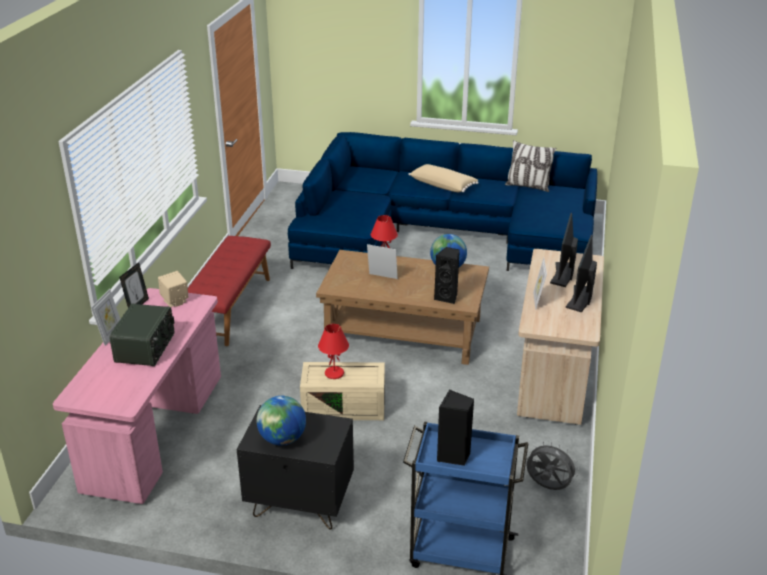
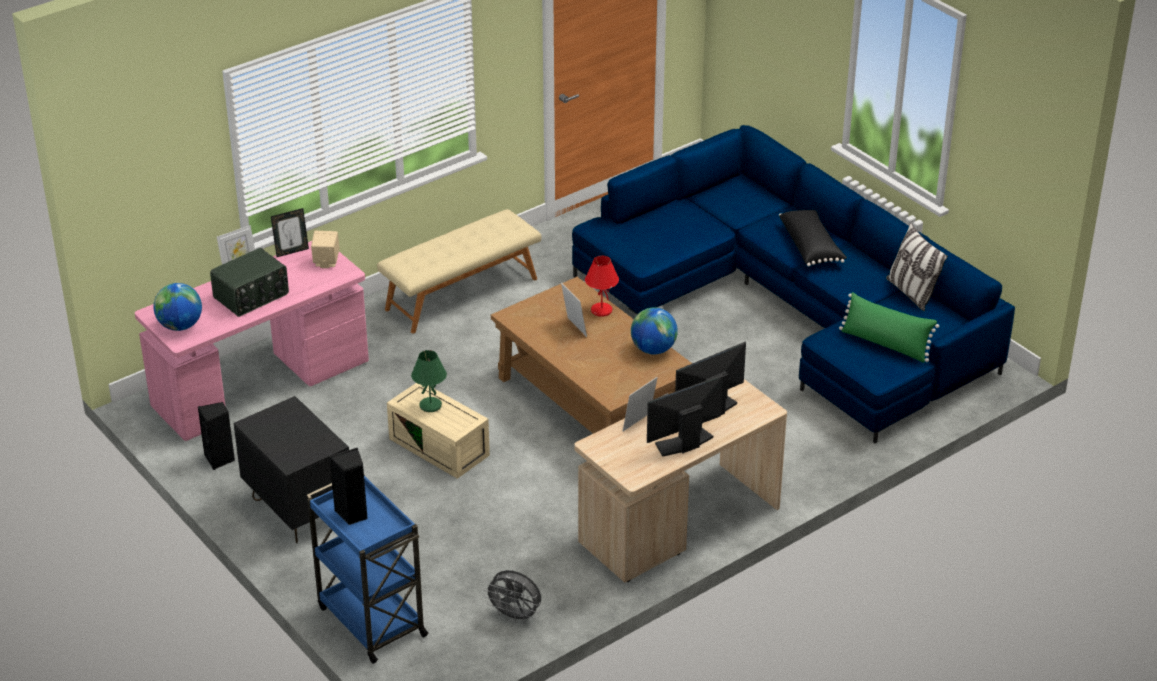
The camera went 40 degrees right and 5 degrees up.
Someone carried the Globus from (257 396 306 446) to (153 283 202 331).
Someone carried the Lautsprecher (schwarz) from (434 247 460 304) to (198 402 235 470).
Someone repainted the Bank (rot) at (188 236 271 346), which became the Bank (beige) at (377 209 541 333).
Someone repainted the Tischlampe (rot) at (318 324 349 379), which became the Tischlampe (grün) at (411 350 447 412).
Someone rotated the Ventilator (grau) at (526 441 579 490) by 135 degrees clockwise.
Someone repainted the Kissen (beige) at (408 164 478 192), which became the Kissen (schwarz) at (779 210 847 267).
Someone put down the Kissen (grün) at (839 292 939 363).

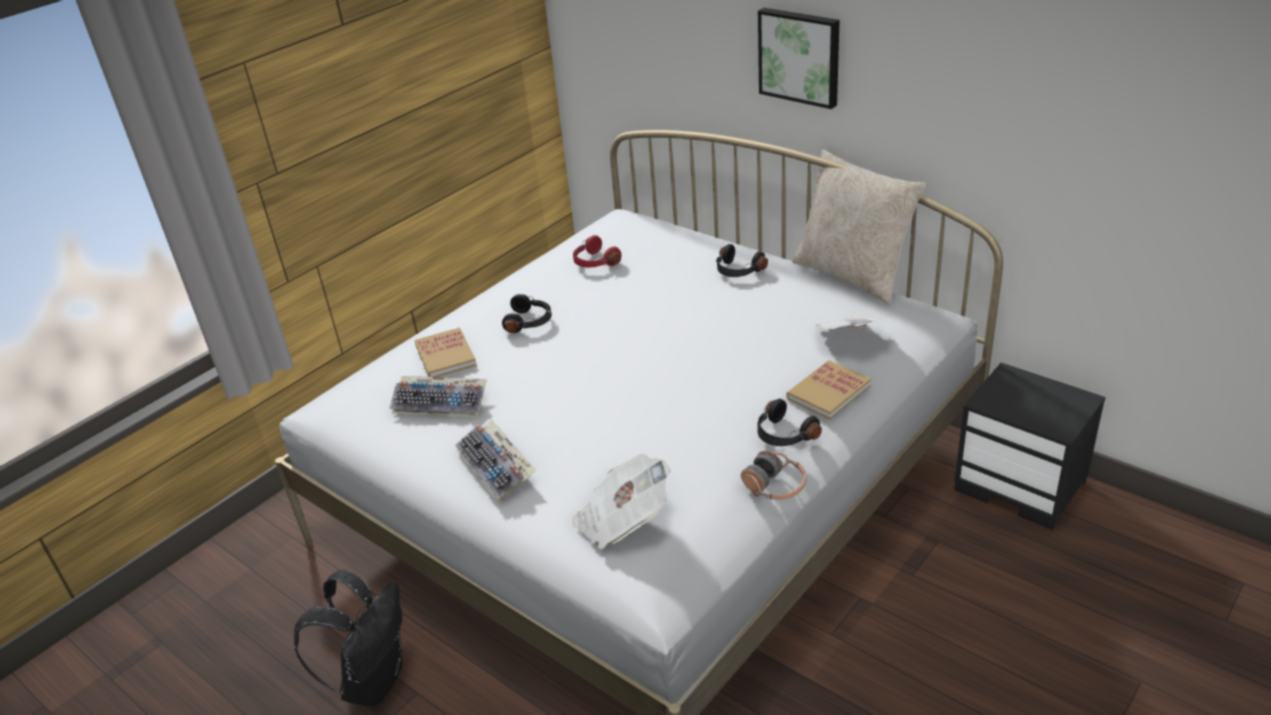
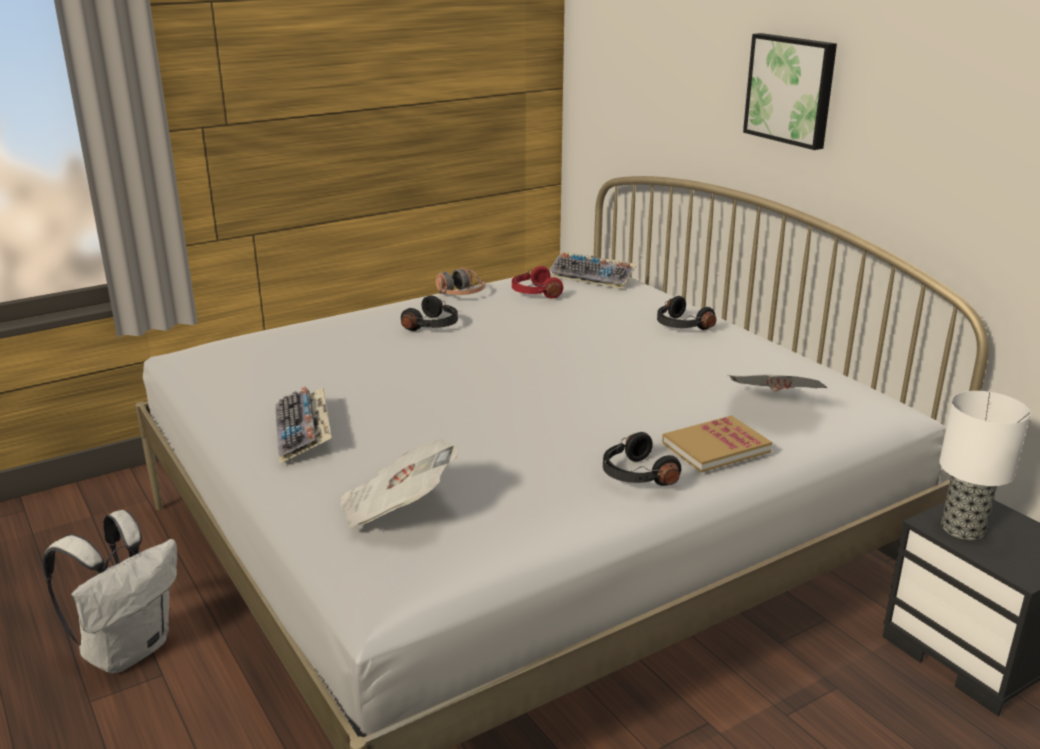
The camera went 15 degrees right and 10 degrees down.
Someone repainted the Rucksack (schwarz) at (294 570 403 706), which became the Rucksack (weiß) at (43 510 177 673).
Someone carried the Kopfhörer from (741 451 807 500) to (435 268 484 295).
Someone carried the Tastatur from (389 376 487 417) to (549 252 637 289).
Someone put down the Tischlampe at (939 391 1031 540).
Someone took away the Buch at (415 328 477 377).
Someone took away the Kissen (beige) at (792 150 926 305).

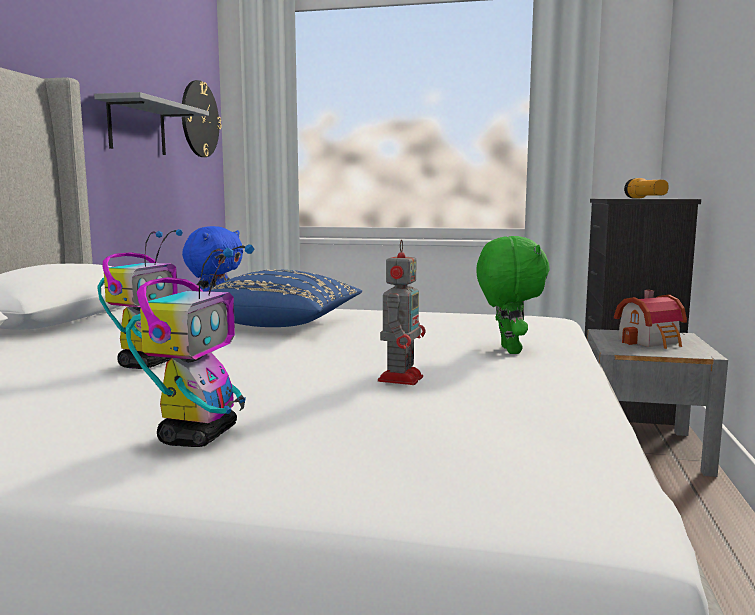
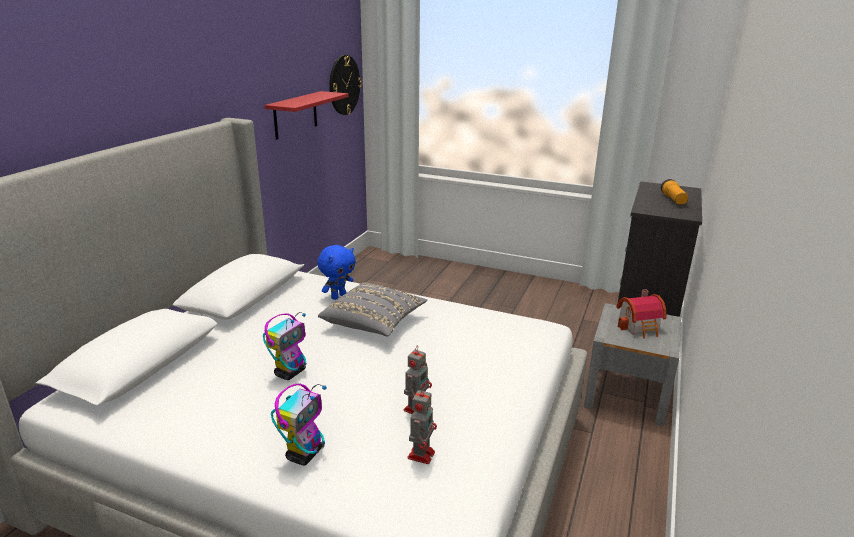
The camera went 10 degrees right and 15 degrees up.
Someone repainted the Wandregal (grau) at (94 92 209 155), which became the Wandregal (rot) at (264 91 349 140).
Someone repainted the Kissen (blau) at (206 269 362 327), which became the Kissen (grau) at (318 282 427 337).
Someone put down the Spielzeugroboter at (407 386 437 464).
Someone took away the Plüschtier (grün) at (476 236 550 354).

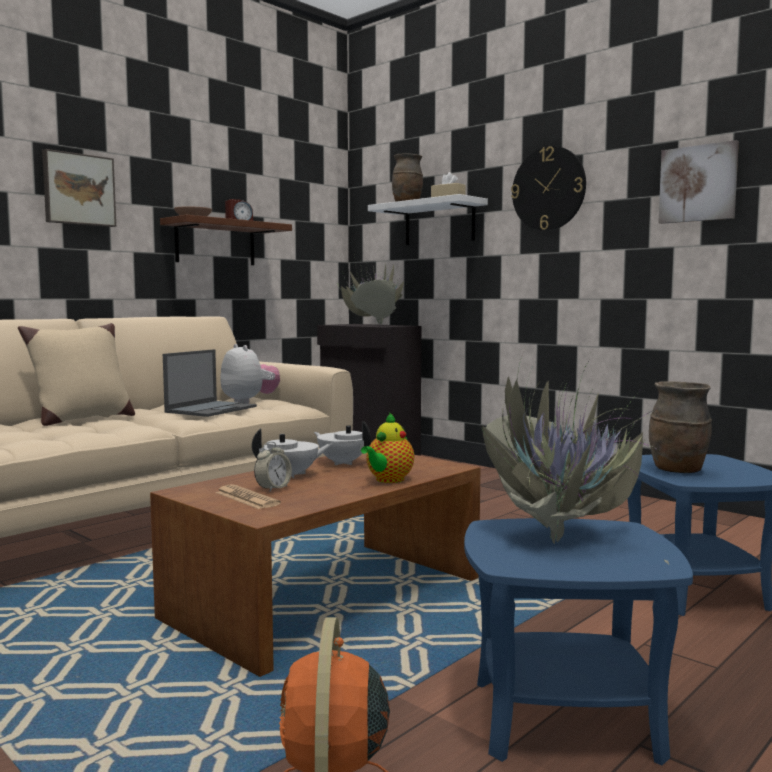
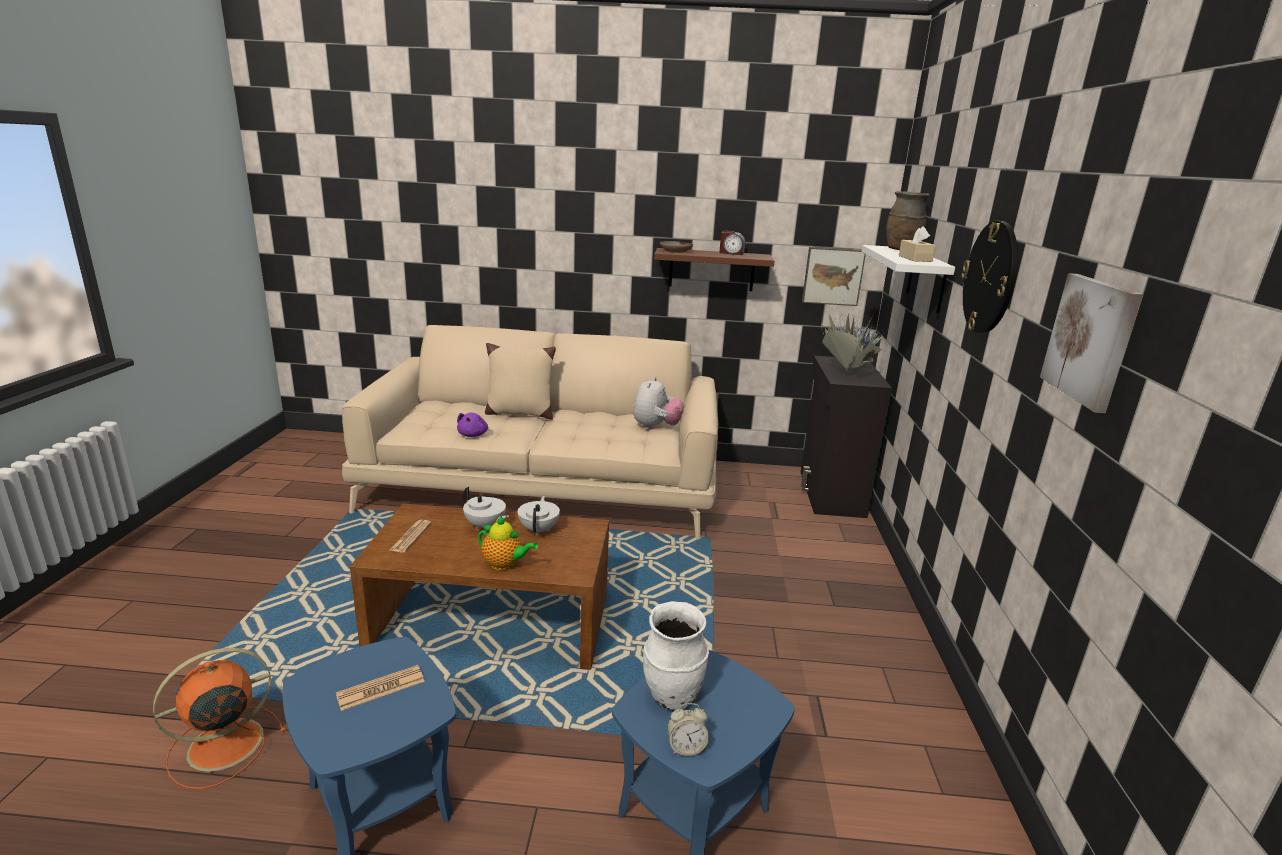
The camera went 50 degrees right and 15 degrees up.
Someone swapped the Topfpflanze at (482 354 669 565) for the Zeitung at (336 665 425 711).
Someone put down the Plüschtier (lila) at (457 413 488 437).
Someone rotated the Teekanne at (361 412 414 483) by 150 degrees counterclockwise.
Someone repainted the Vase (braun) at (649 381 712 473), which became the Vase (weiß) at (643 601 709 709).
Someone carried the Wecker from (254 442 292 492) to (667 703 709 756).
Someone carried the Bild from (42 149 116 227) to (802 247 866 306).
Someone took away the Laptop at (163 349 257 417).

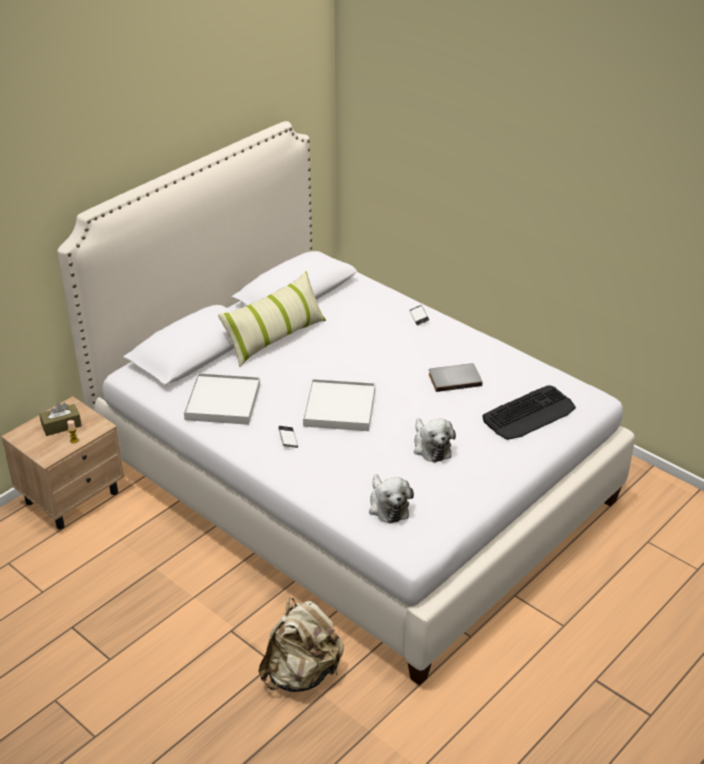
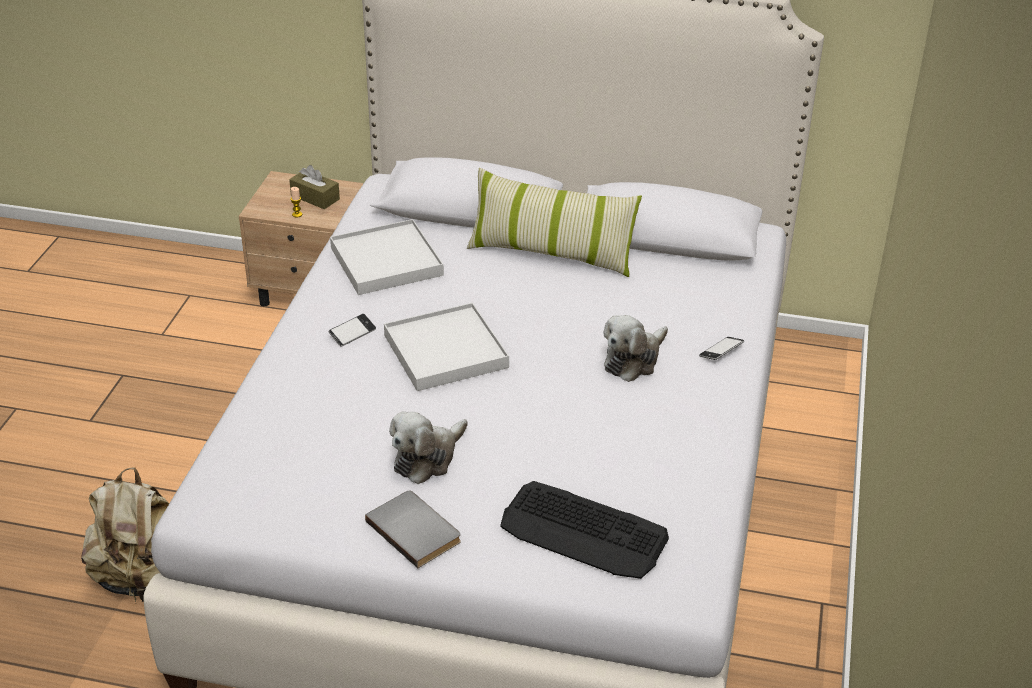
The camera went 60 degrees right and 0 degrees up.
Someone carried the Buch (grau) from (429 363 482 392) to (365 491 461 568).
Someone carried the Plüschtier from (369 474 414 524) to (603 315 668 382).

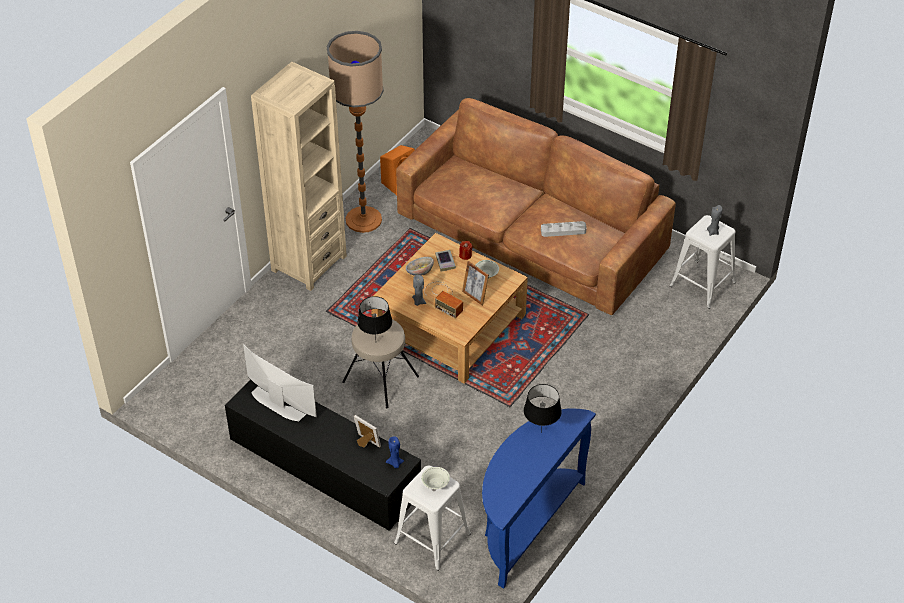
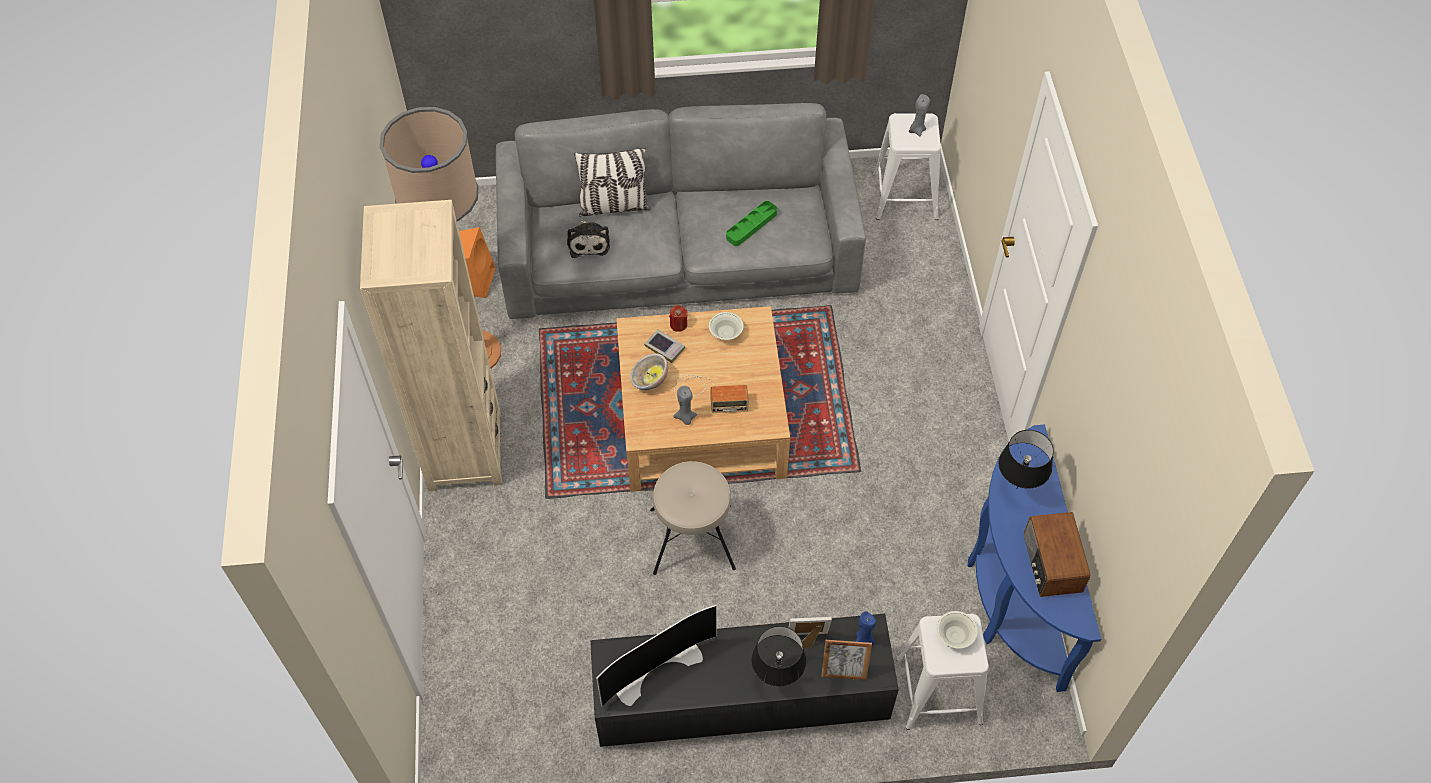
The camera went 40 degrees left and 10 degrees up.
Someone repainted the Sofa (braun) at (396 98 676 315), which became the Sofa (grau) at (496 103 866 319).
Someone put down the Plüschtier at (567 219 610 258).
Someone put down the Kissen at (574 147 651 217).
Someone rotated the Fernseher at (243 344 317 421) by 150 degrees clockwise.
Someone repainted the Tablett (grau) at (541 221 587 237), which became the Tablett (grün) at (726 201 777 246).
Someone carried the Tischlampe (schwarz) from (357 296 392 338) to (751 626 806 686).
Someone carried the Bilderrahmen from (462 261 489 306) to (821 640 872 680).
Someone put down the Radio at (1024 512 1090 597).

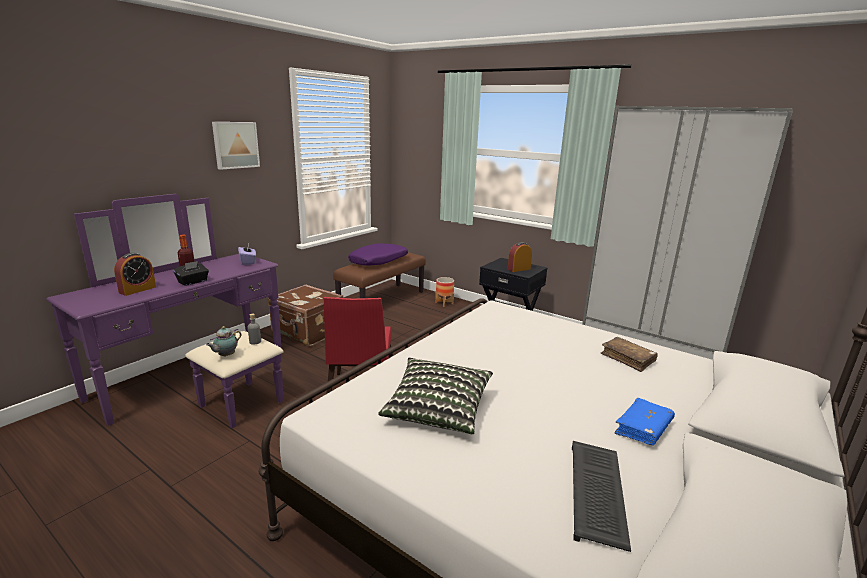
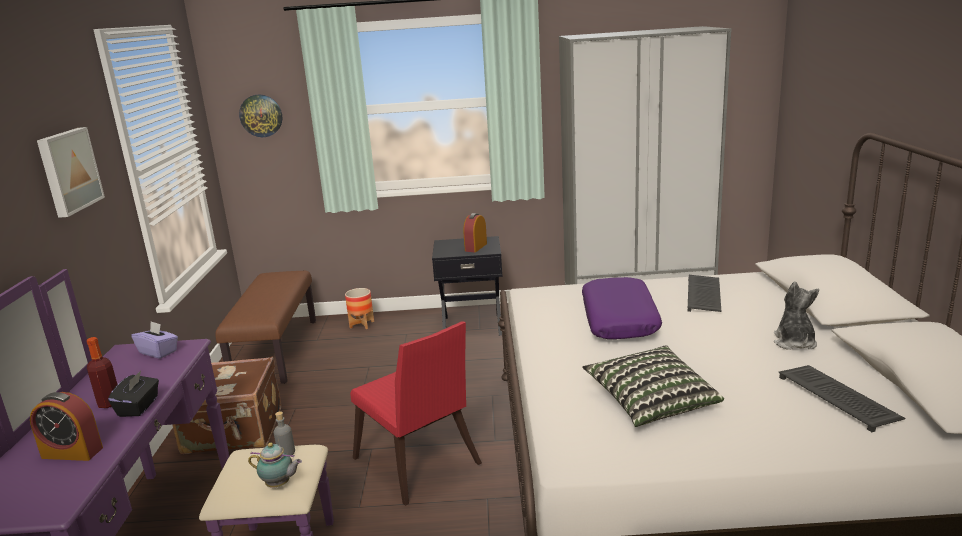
The camera went 35 degrees left and 0 degrees up.
Someone rotated the Wecker at (114 253 156 296) by 105 degrees clockwise.
Someone put up the Wanduhr at (239 95 282 137).
Someone rotated the Teekanne at (206 326 242 357) by 75 degrees counterclockwise.
Someone carried the Kissen (lila) from (348 244 408 266) to (582 277 662 339).
Someone swapped the Buch (braun) at (601 337 658 372) for the Tastatur at (688 275 721 312).
Someone swapped the Buch (blau) at (615 398 675 445) for the Plüschtier at (774 281 819 350).

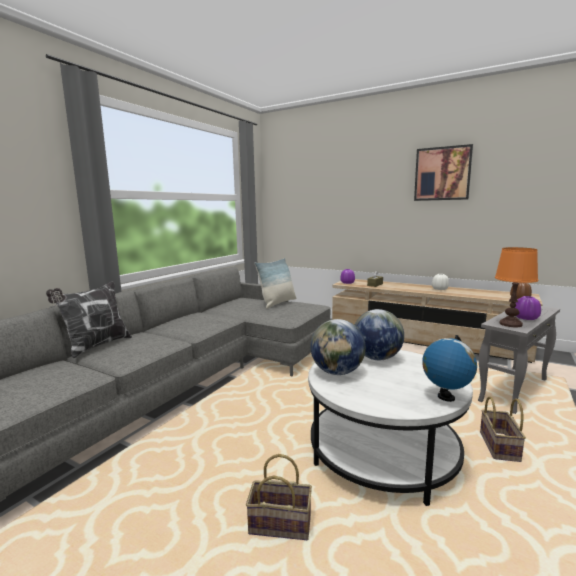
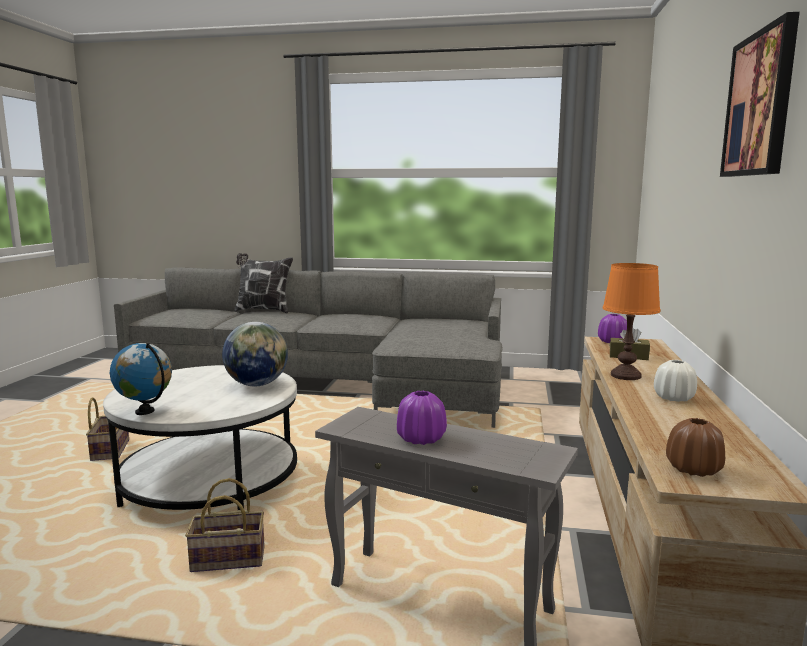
The camera went 70 degrees right and 0 degrees up.
Someone carried the Tischlampe (orange) from (495 247 538 327) to (603 263 661 380).
Someone took away the Kissen at (255 258 296 309).
Someone took away the Globus at (310 319 366 375).

